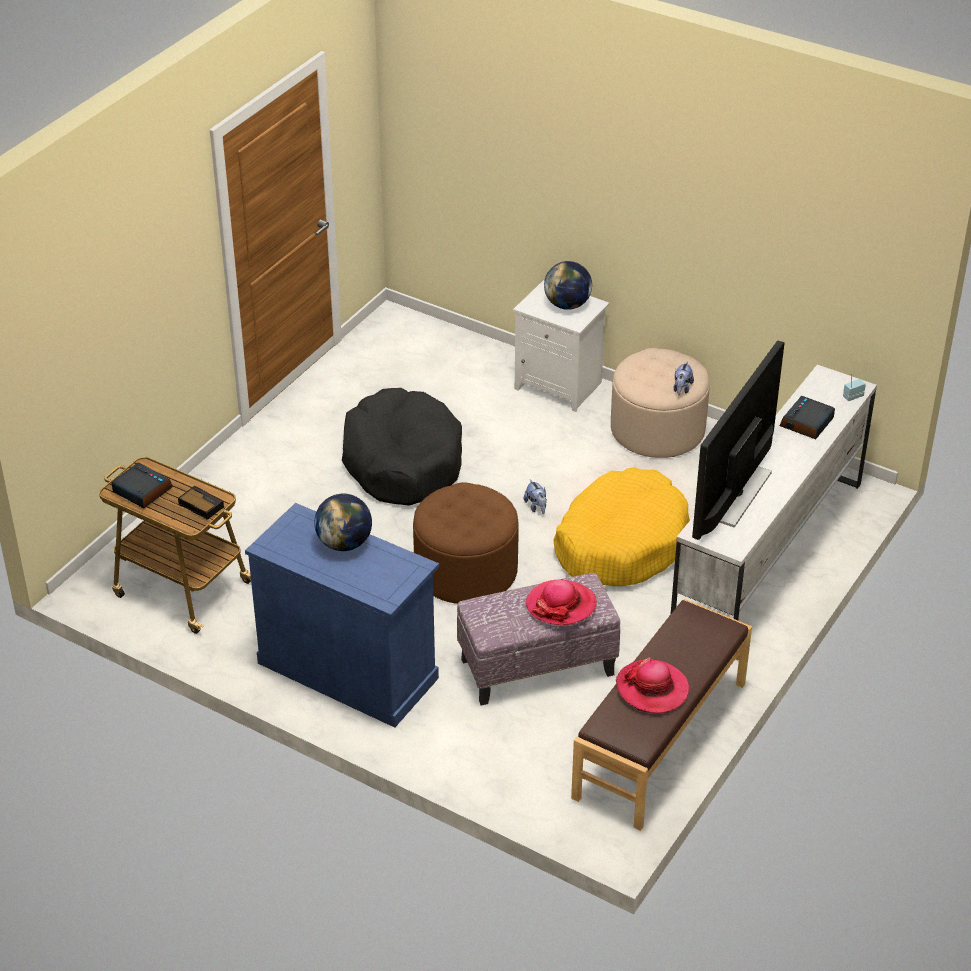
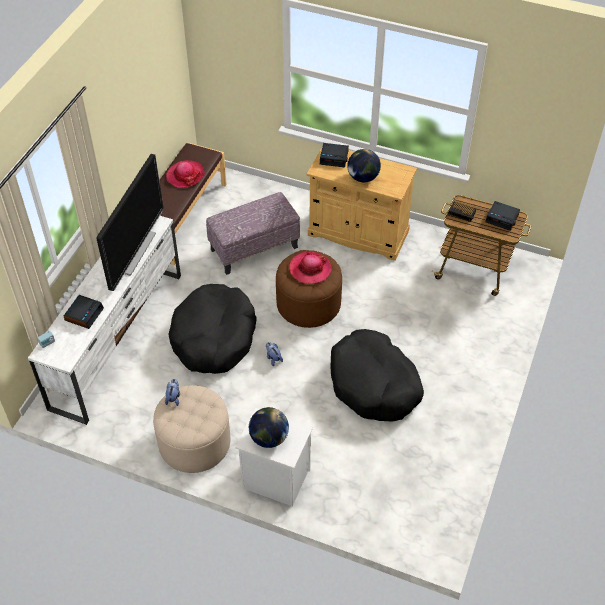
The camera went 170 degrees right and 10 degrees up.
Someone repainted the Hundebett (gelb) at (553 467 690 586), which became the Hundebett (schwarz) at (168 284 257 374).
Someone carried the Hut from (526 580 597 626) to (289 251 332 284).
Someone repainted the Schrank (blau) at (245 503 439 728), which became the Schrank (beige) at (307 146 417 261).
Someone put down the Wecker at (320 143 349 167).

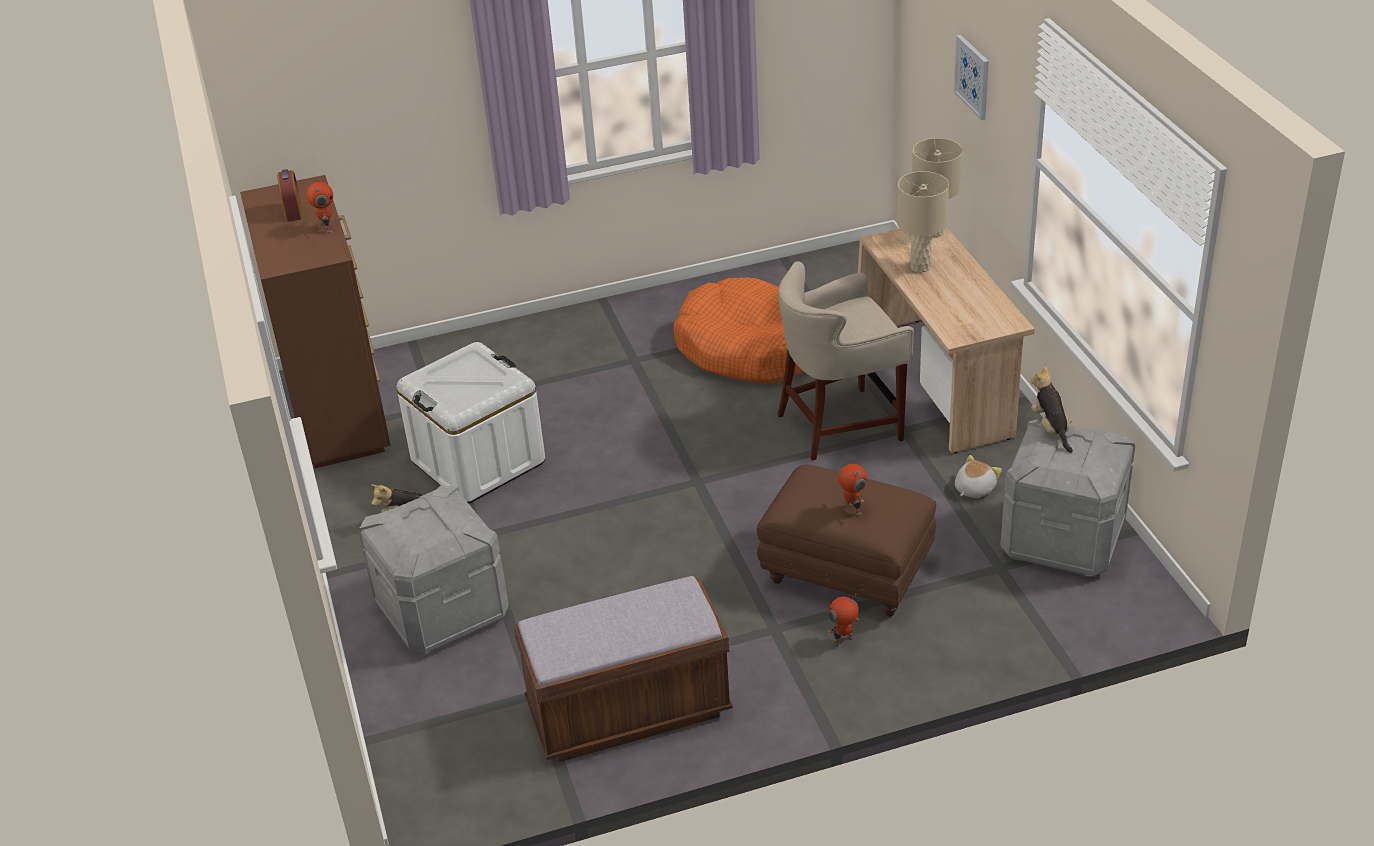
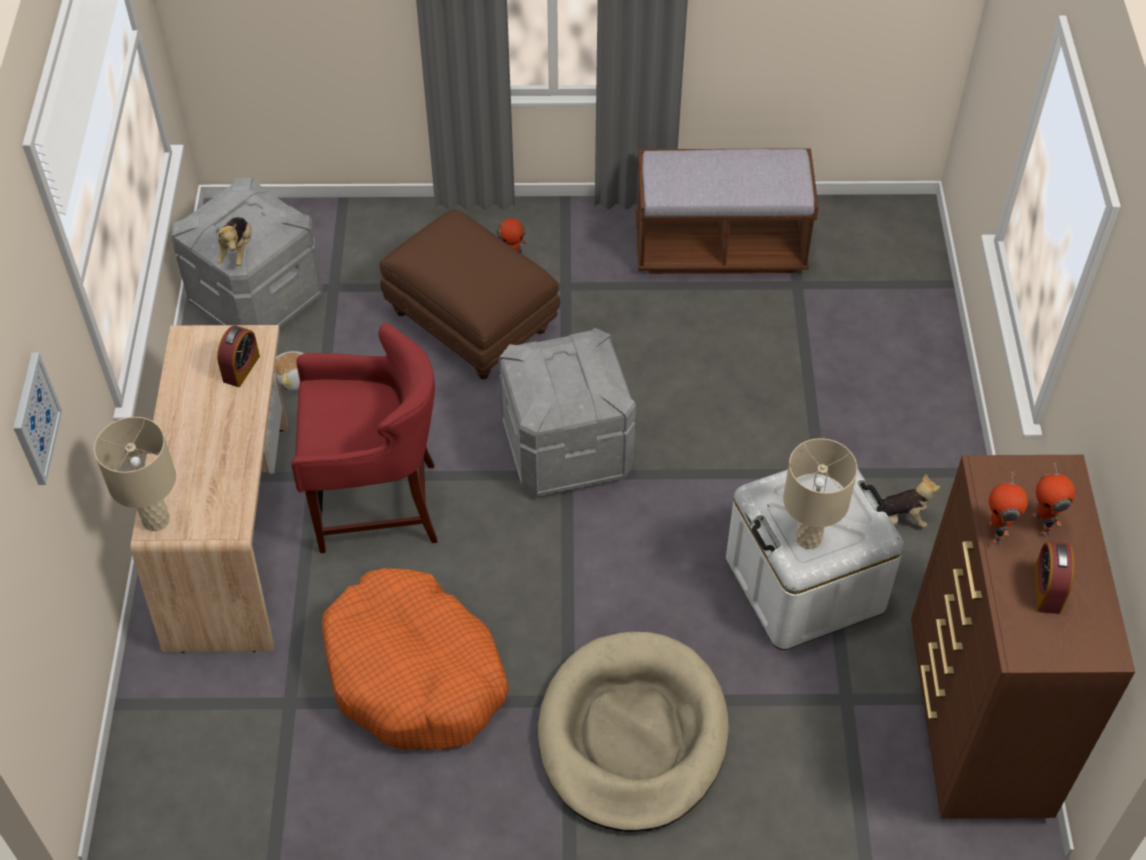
The camera went 165 degrees left and 15 degrees up.
Someone put down the Wecker at (217 325 260 387).
Someone repainted the Hocker (beige) at (777 261 914 461), which became the Hocker (rot) at (291 323 438 553).
Someone carried the Aufbewahrungsbox (grau) from (358 485 509 654) to (498 328 636 497).
Someone put down the Hundebett (beige) at (538 632 729 832).
Someone carried the Tischlampe (beige) from (897 171 949 273) to (783 438 858 549).
Someone carried the Spielzeugroboter from (838 464 867 517) to (1033 462 1075 536).

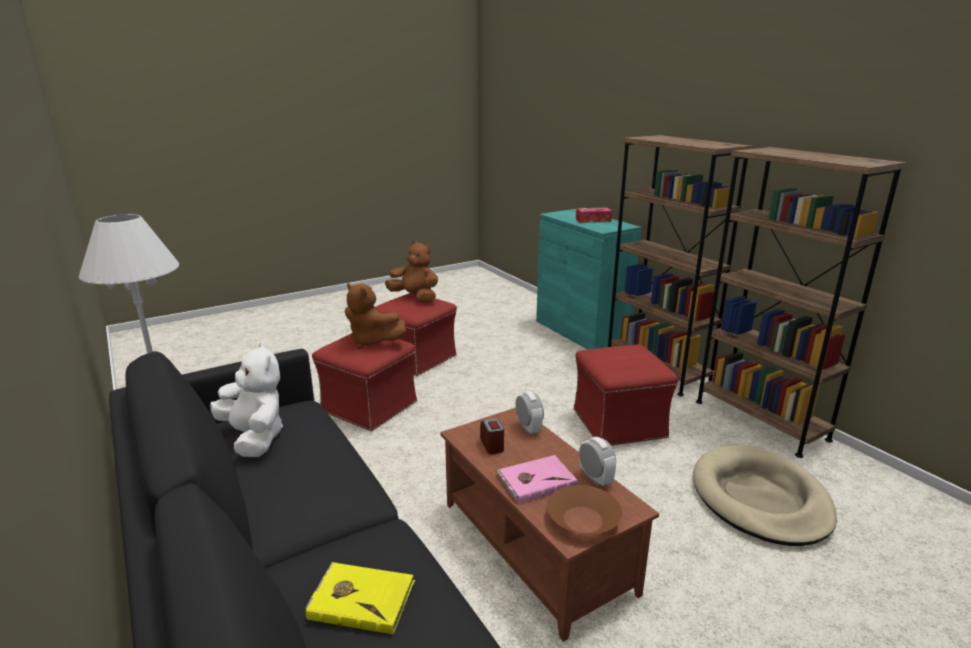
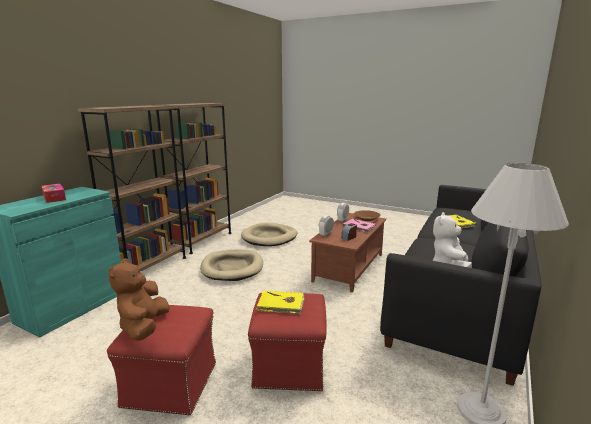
The camera went 120 degrees left and 5 degrees down.
Someone swapped the Polsterhocker (rot) at (573 345 679 445) for the Hundebett (beige) at (200 249 263 281).
Someone swapped the Plüschtier (braun) at (345 283 406 349) for the Buch (gelb) at (256 290 305 314).

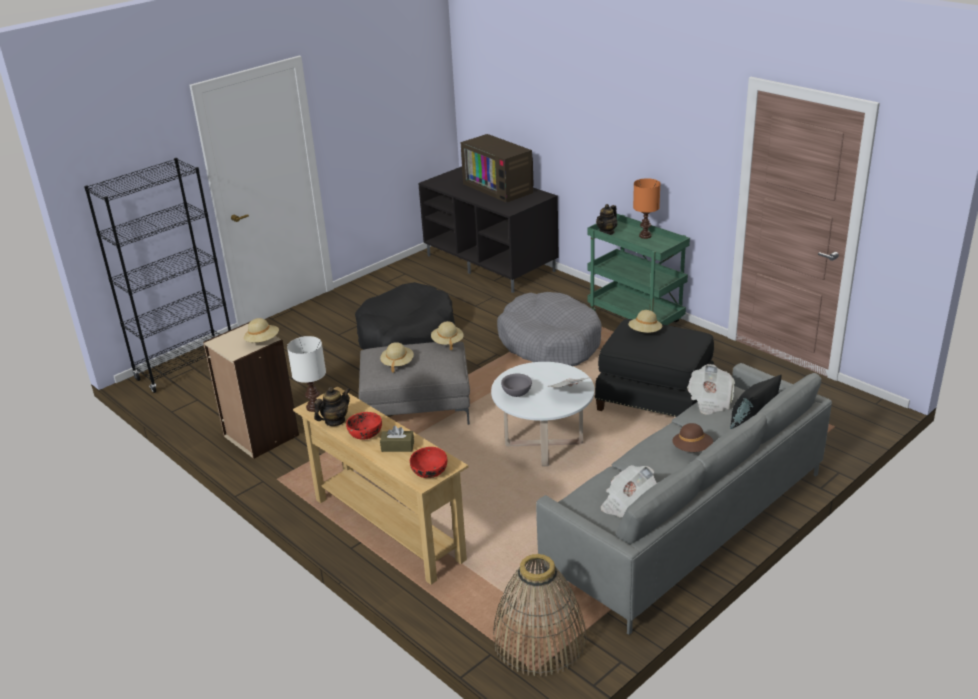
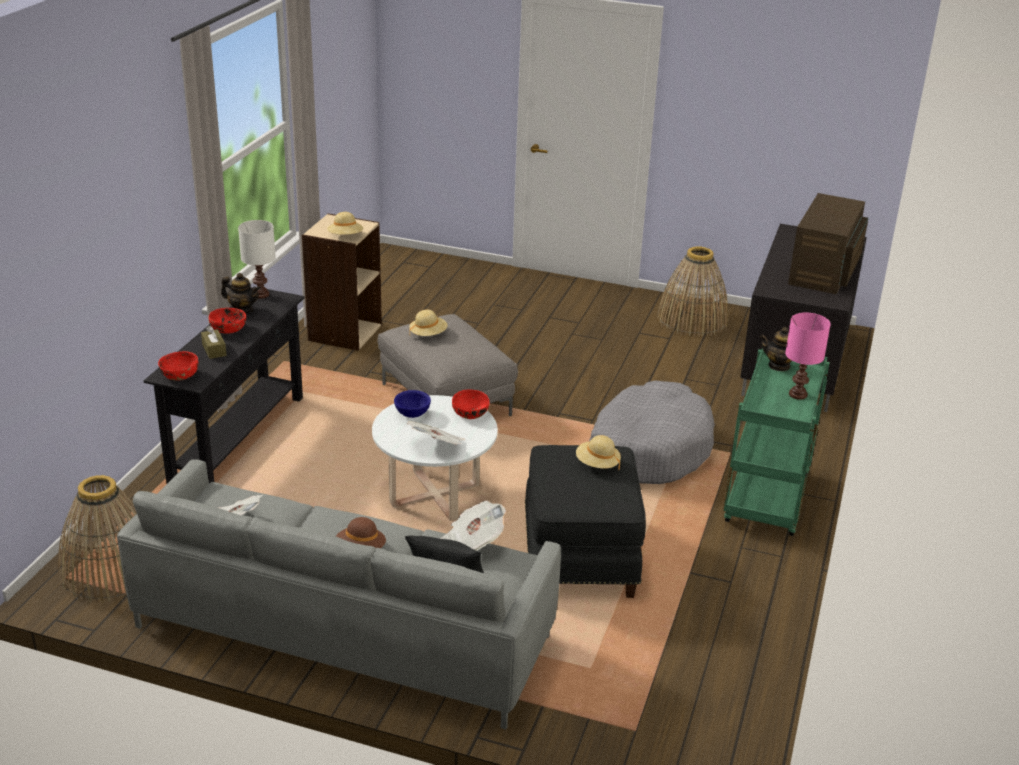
The camera went 60 degrees right and 0 degrees up.
Someone repainted the Konsolentisch (beige) at (293 387 468 585), which became the Konsolentisch (schwarz) at (144 287 304 483).
Someone repainted the Schüssel (grau) at (501 374 532 397), which became the Schüssel (blau) at (394 390 431 418).
Someone put down the Schüssel (rot) at (452 390 490 419).
Someone put down the Korb at (657 246 728 337).
Someone repainted the Tischlampe (orange) at (633 178 660 239), which became the Tischlampe (rosa) at (785 313 831 400).
Someone took away the Bücherregal (schwarz) at (84 158 231 393).
Someone took away the Hundebett (schwarz) at (355 282 455 350).
Someone took away the Hut (beige) at (431 321 464 350).

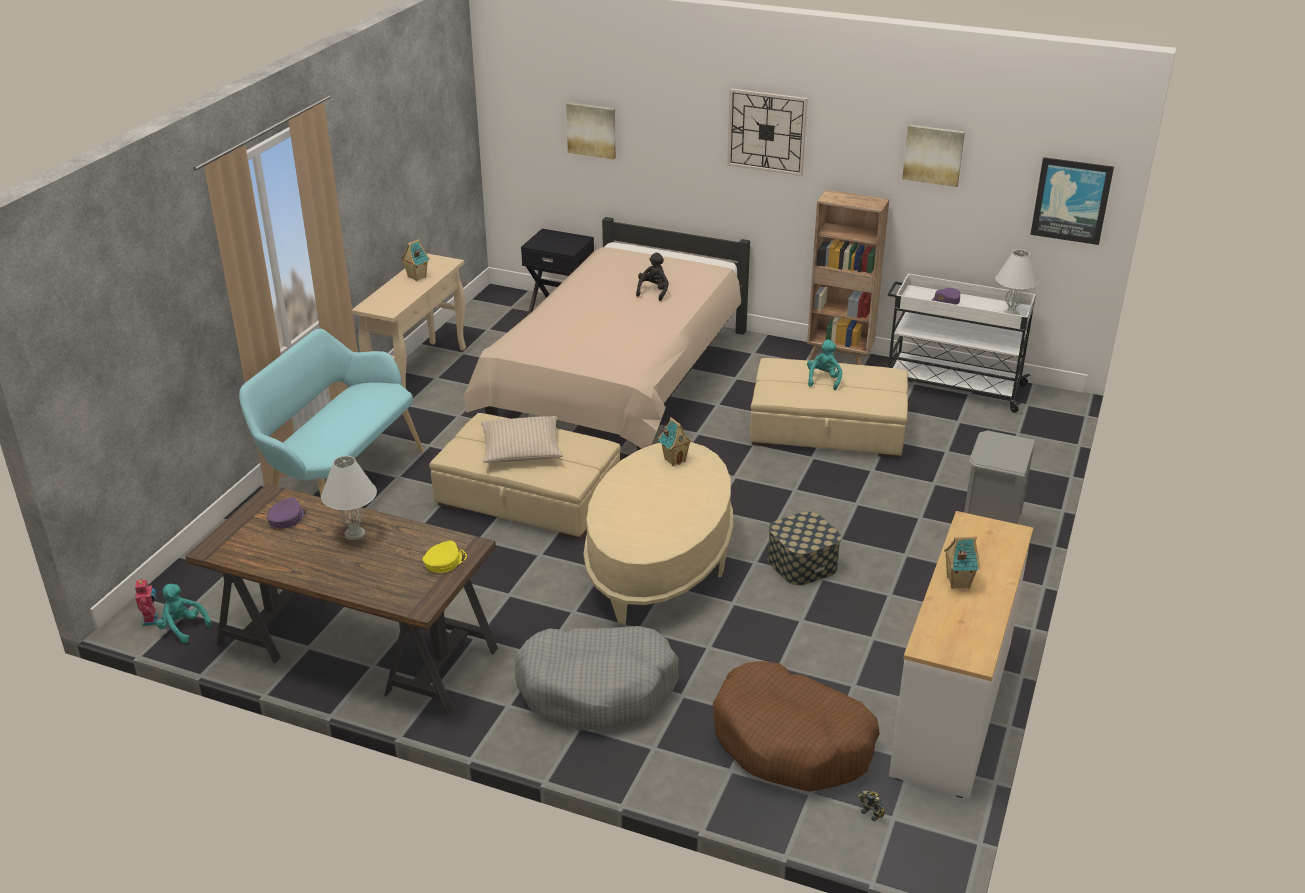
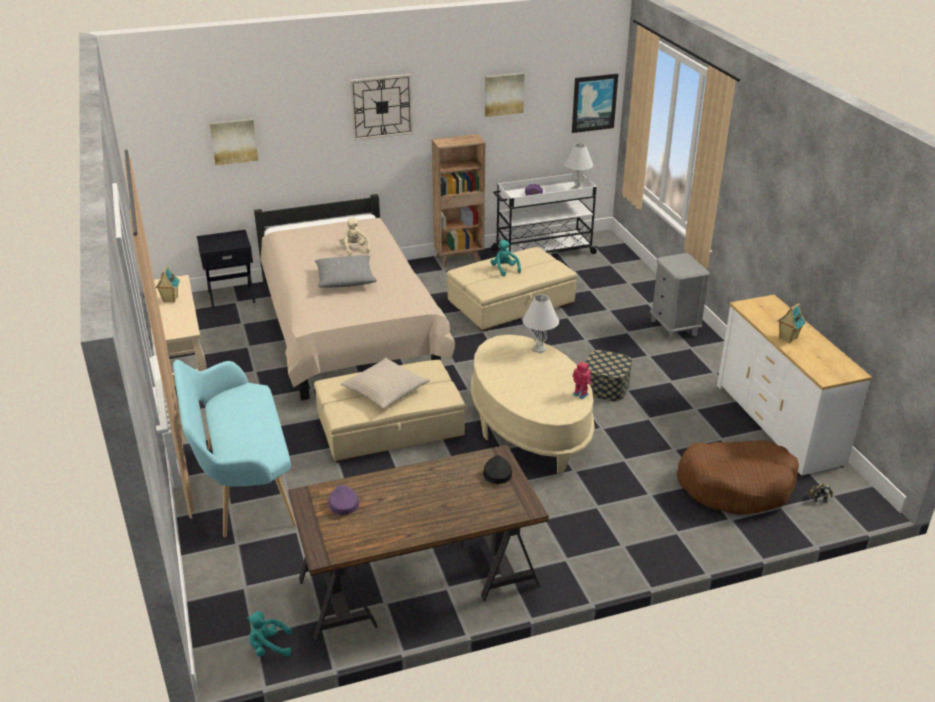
The camera went 40 degrees left and 0 degrees up.
Someone put down the Kissen (grau) at (315 255 377 288).
Someone repainted the Plüschtier (schwarz) at (636 253 669 301), which became the Plüschtier (beige) at (339 218 370 256).
Someone repainted the Kappe (gelb) at (422 541 467 573), which became the Kappe (schwarz) at (483 455 512 484).
Someone carried the Tischlampe (weiß) from (321 456 377 540) to (522 295 559 353).
Someone carried the Spielzeugroboter from (135 578 158 626) to (572 362 592 399).
Someone took away the Hundebett (grau) at (515 626 679 730).
Someone took away the Spielzeughaus at (658 417 692 466).

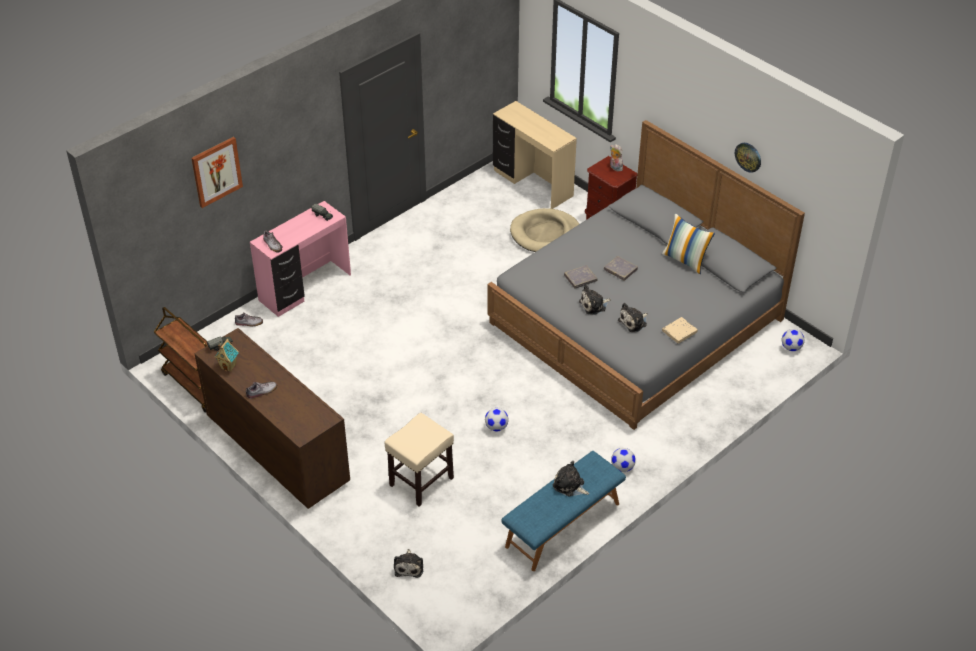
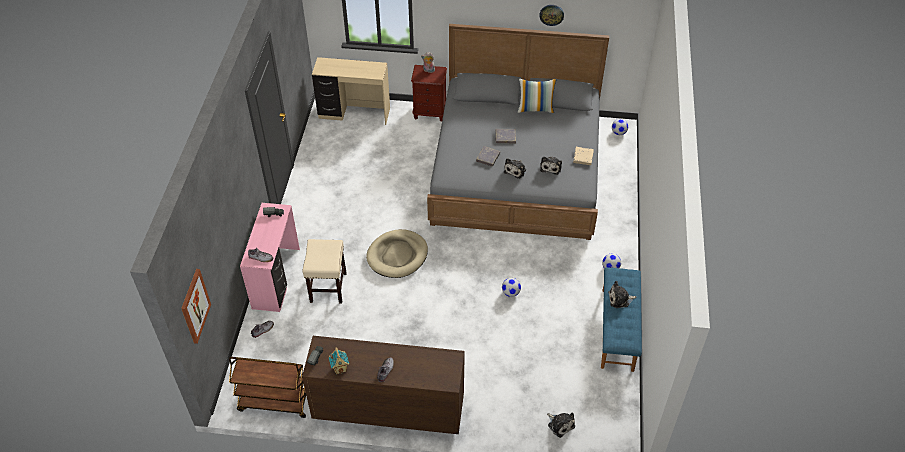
The camera went 40 degrees left and 5 degrees up.
Someone carried the Bild from (191 137 243 208) to (181 269 211 344).
Someone carried the Hocker (beige) from (385 413 454 507) to (303 239 347 304).
Someone carried the Hundebett (beige) from (510 208 579 252) to (366 229 428 278).

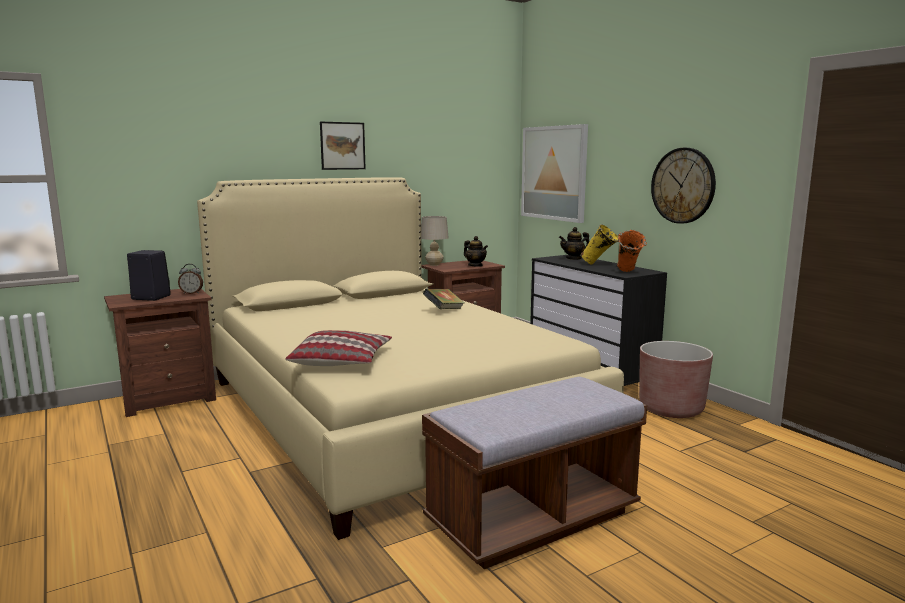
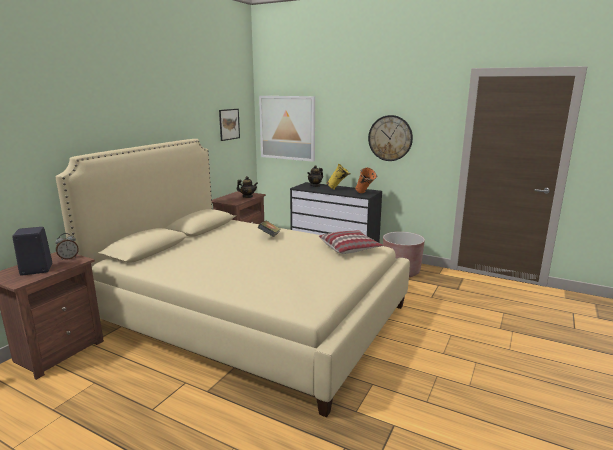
The camera went 30 degrees left and 5 degrees up.
Someone carried the Bild from (320 122 366 170) to (219 109 240 141).
Someone carried the Kissen from (285 330 392 366) to (319 230 383 254).
Someone took away the Tischlampe (beige) at (421 216 449 266).
Someone took away the Bank (braun) at (422 377 647 569).

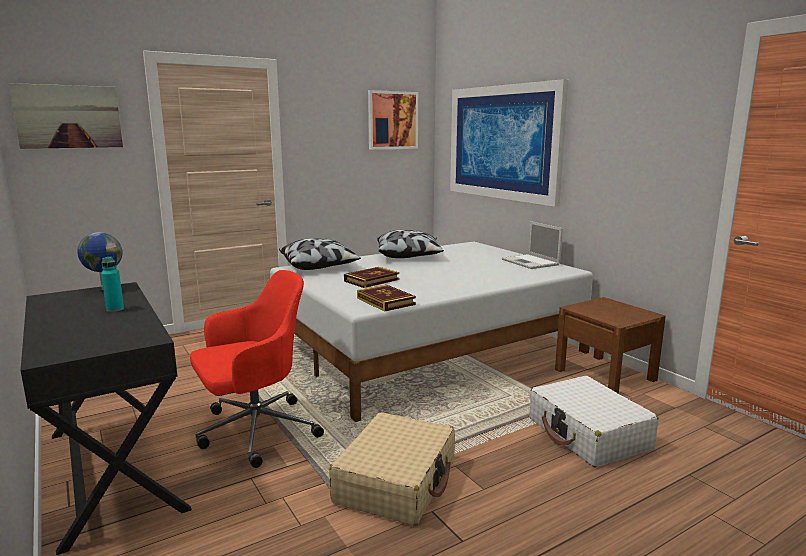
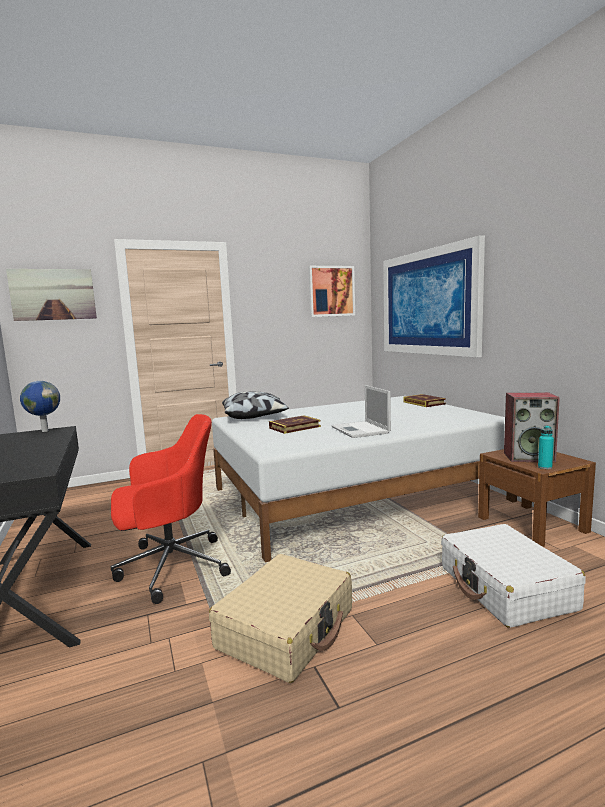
The camera went 10 degrees right and 5 degrees down.
Someone carried the Laptop from (502 221 563 269) to (331 385 391 438).
Someone carried the Buch from (357 285 416 311) to (404 394 446 407).
Someone put down the Lautsprecher at (504 392 560 463).
Someone carried the Flasche (türkis) from (101 256 124 312) to (538 426 554 469).
Someone took away the Kissen at (377 230 444 258).

